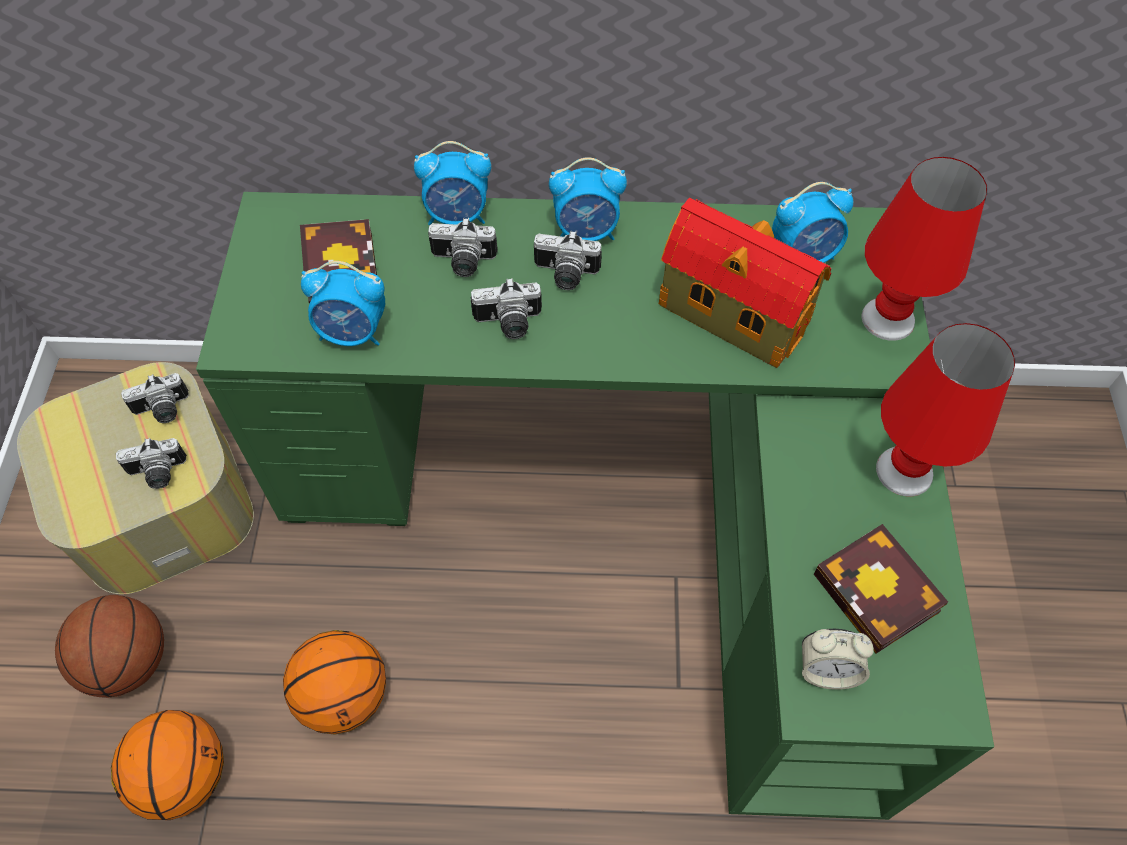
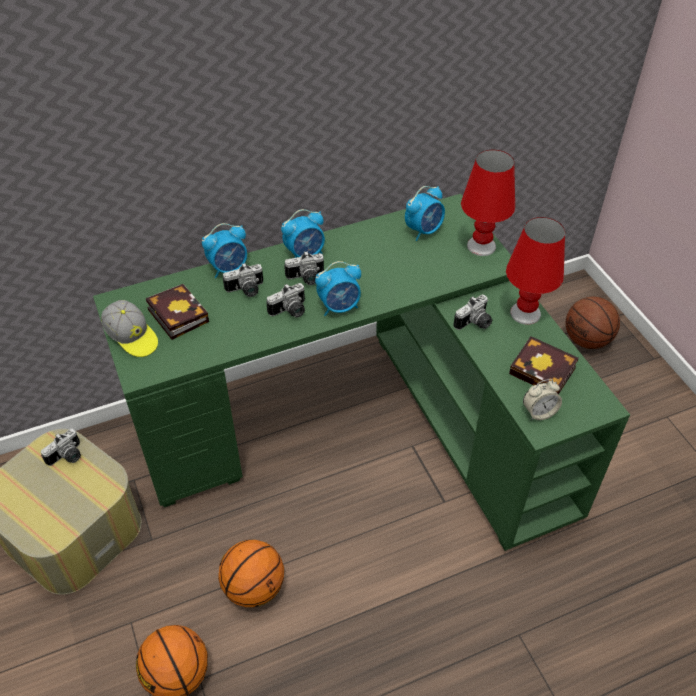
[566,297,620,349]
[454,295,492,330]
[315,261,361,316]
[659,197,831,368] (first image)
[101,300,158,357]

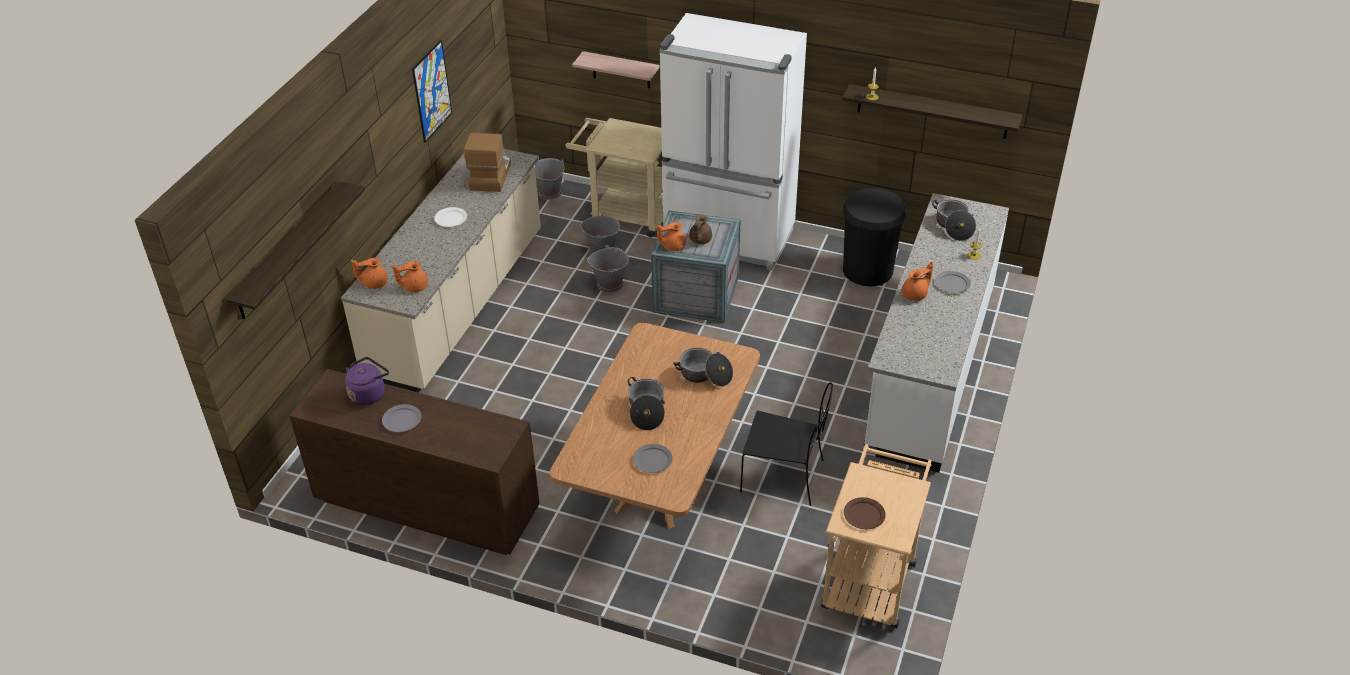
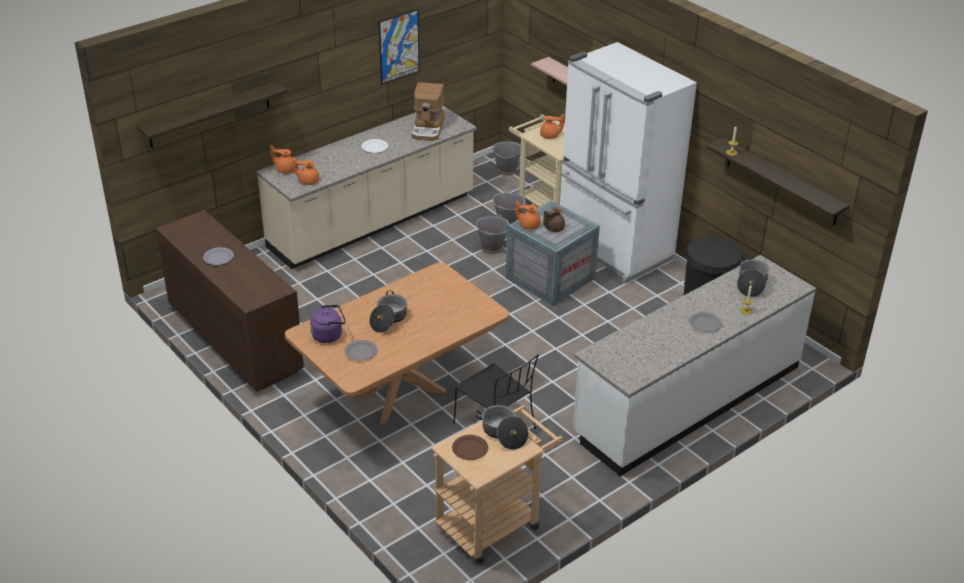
[310,305,346,343]
[412,82,444,141]
[476,405,529,450]
[540,114,565,139]

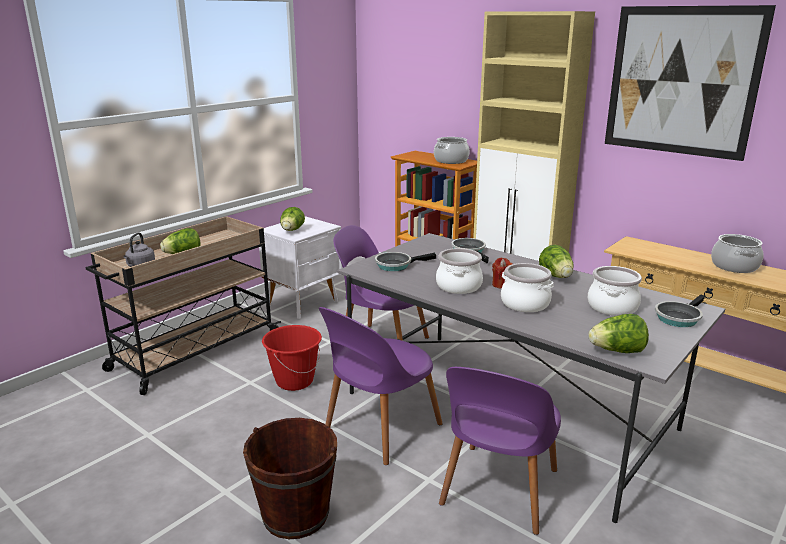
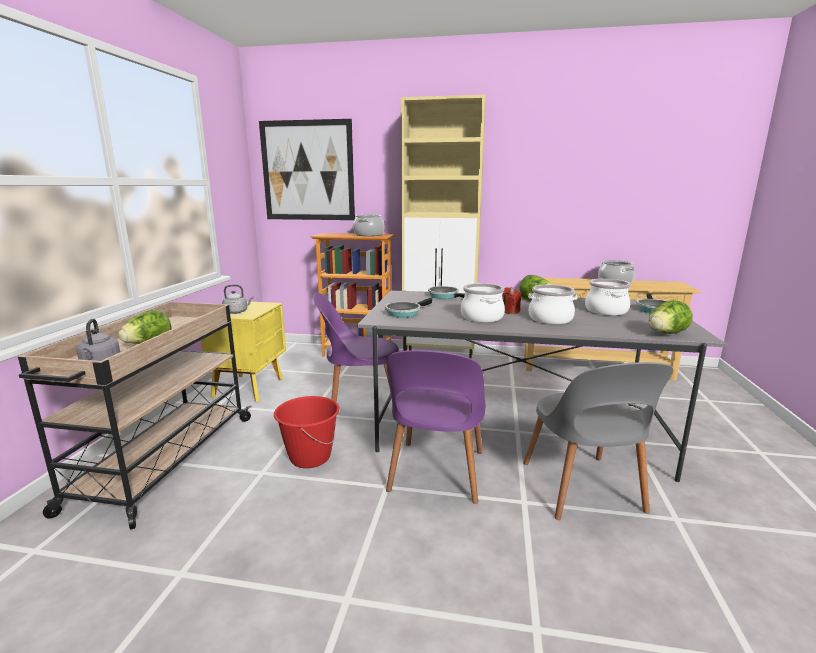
[243,418,337,539] (first image)
[201,301,286,402]
[222,284,253,314]
[523,362,673,520]
[259,119,355,220]

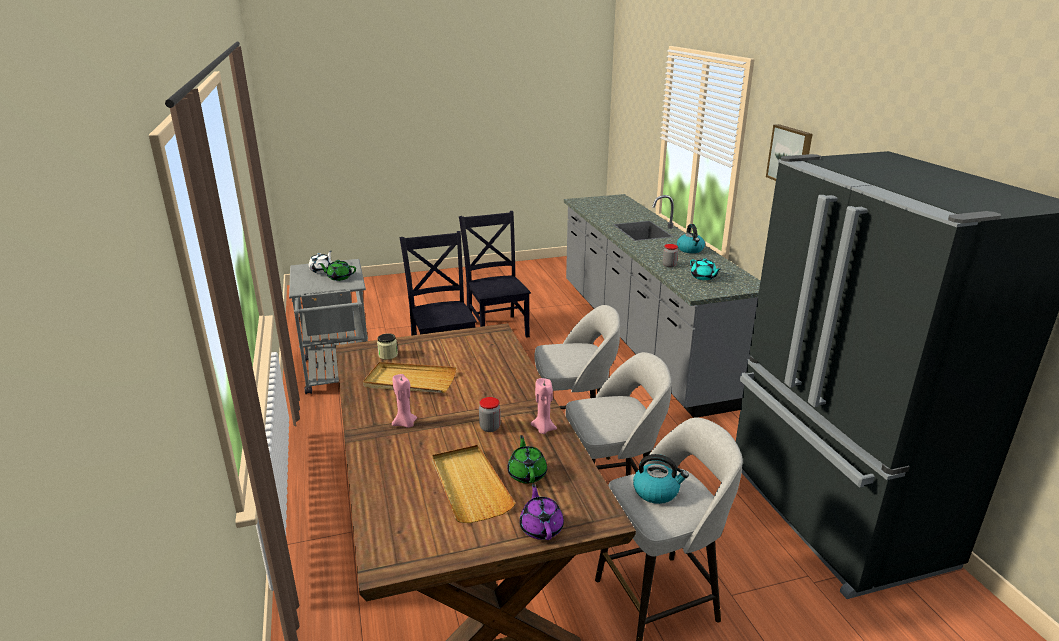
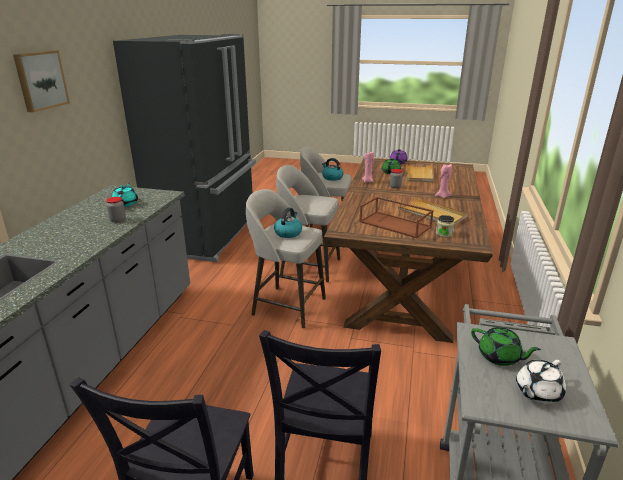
[274,207,302,238]
[359,197,434,238]

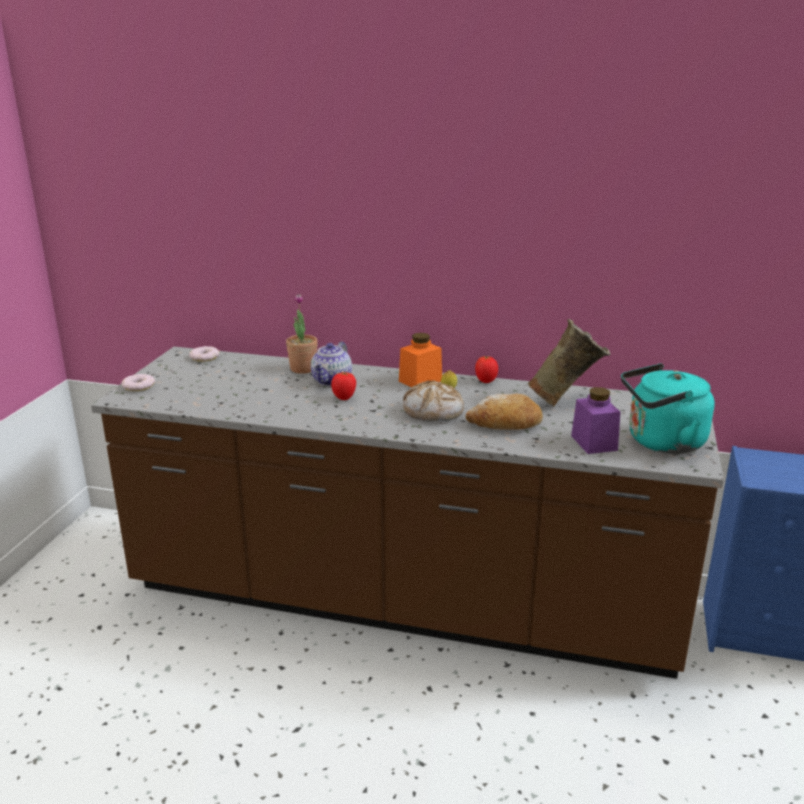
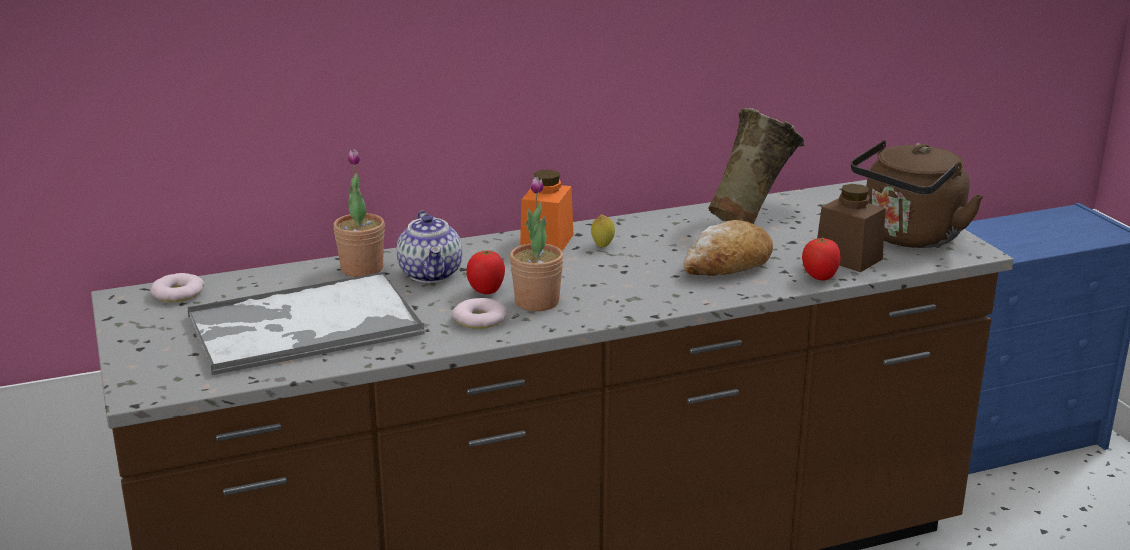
[452,298,507,329]
[403,380,464,421] (first image)
[802,238,841,281]
[817,184,885,272]
[851,140,984,248]
[187,272,425,375]
[510,177,564,311]

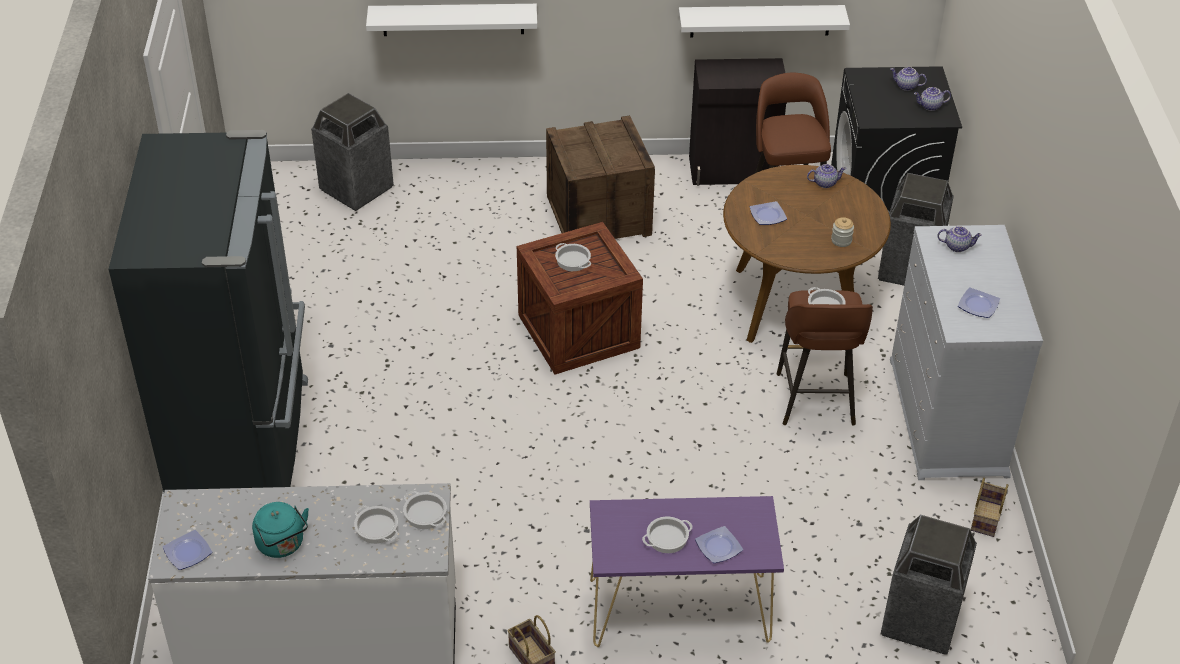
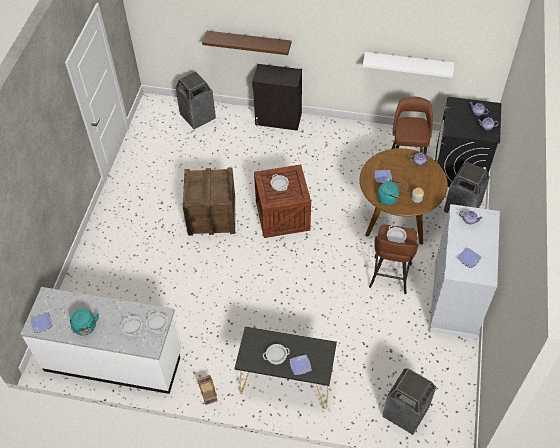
[109,130,308,492] (first image)
[202,31,291,55]
[183,167,235,236]
[234,326,337,409]
[252,64,302,131]
[971,478,1008,537] (first image)
[377,179,402,205]

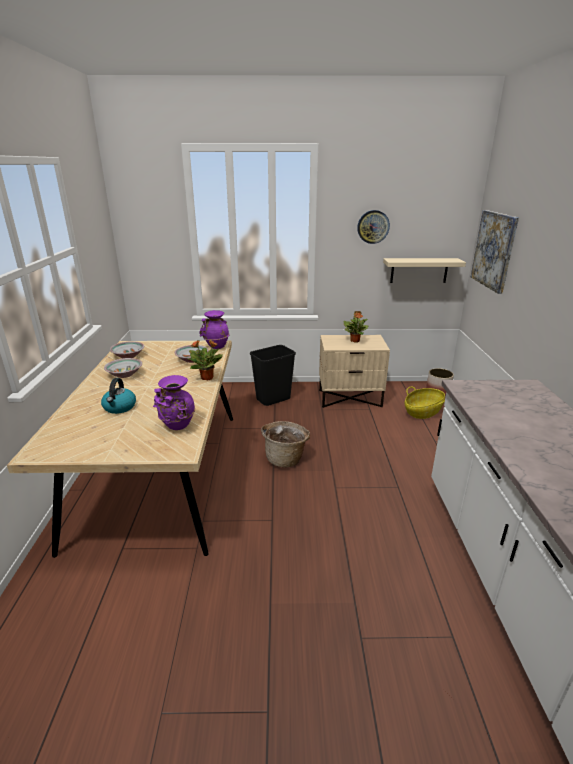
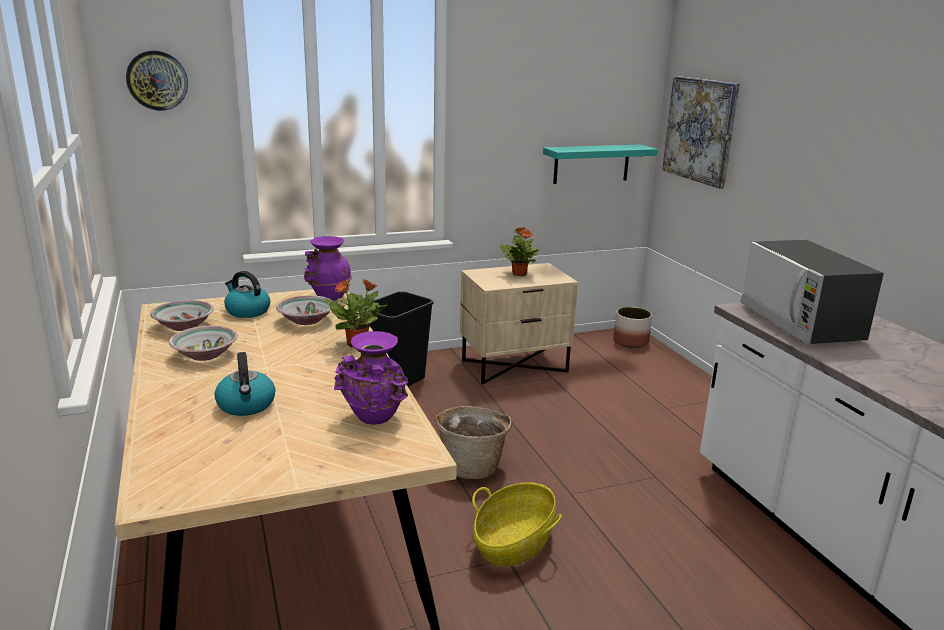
[126,51,188,111]
[543,144,658,184]
[472,482,562,566]
[224,271,270,318]
[740,240,884,344]

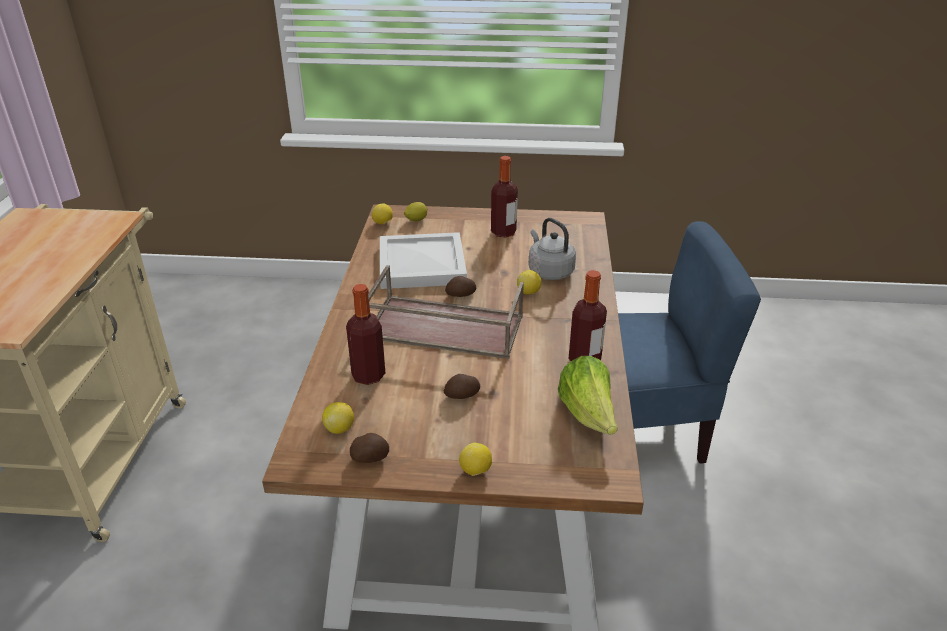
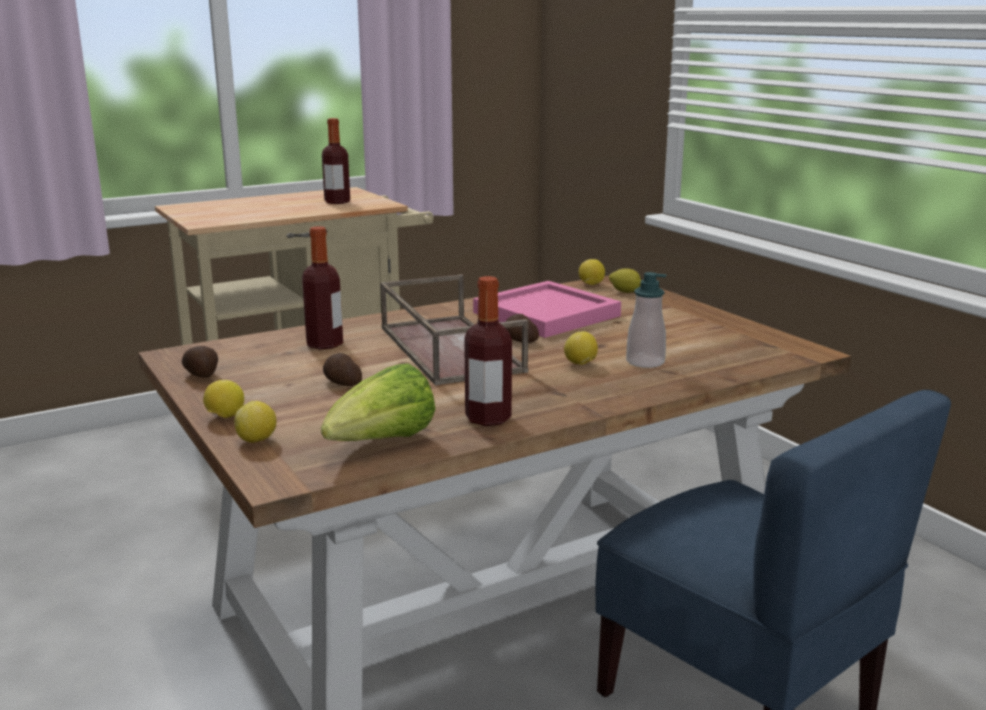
[234,401,276,443]
[473,281,621,338]
[322,118,350,204]
[626,272,667,368]

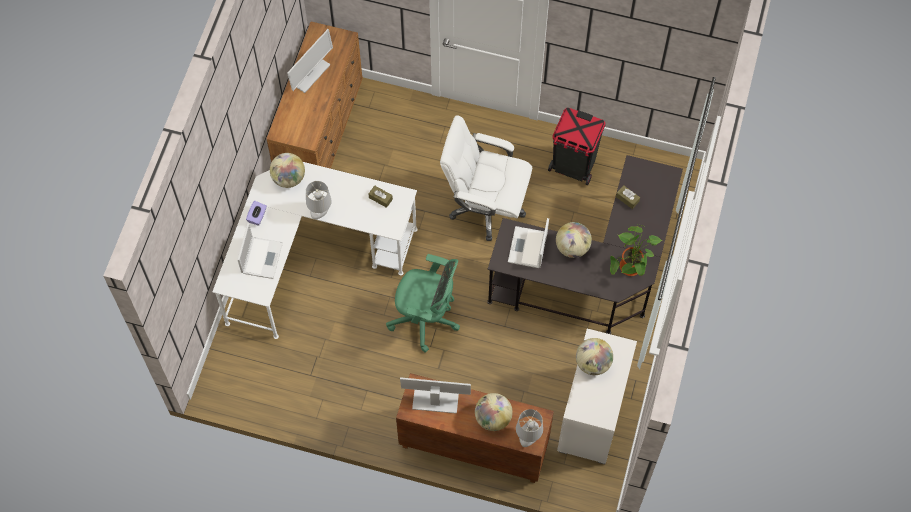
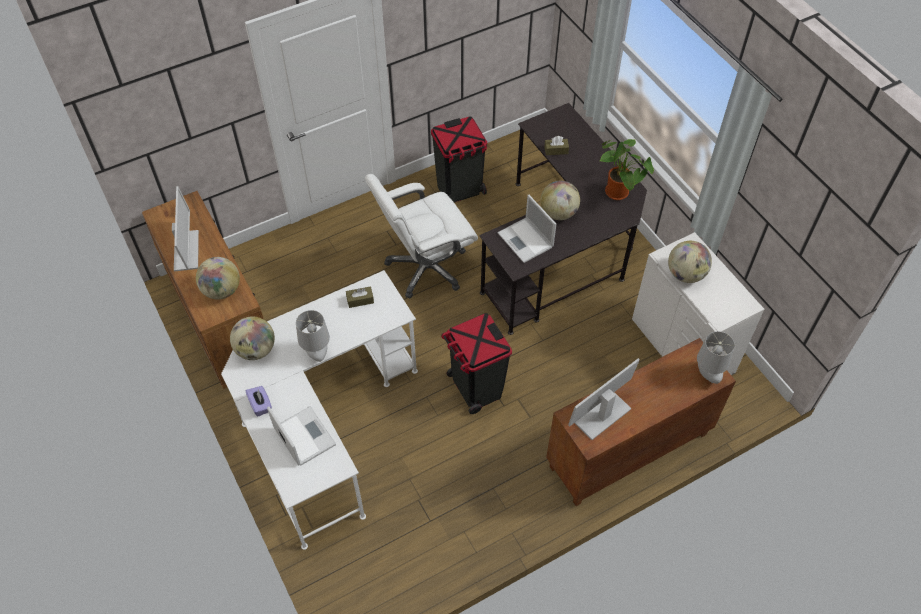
[441,313,512,414]
[196,257,240,299]

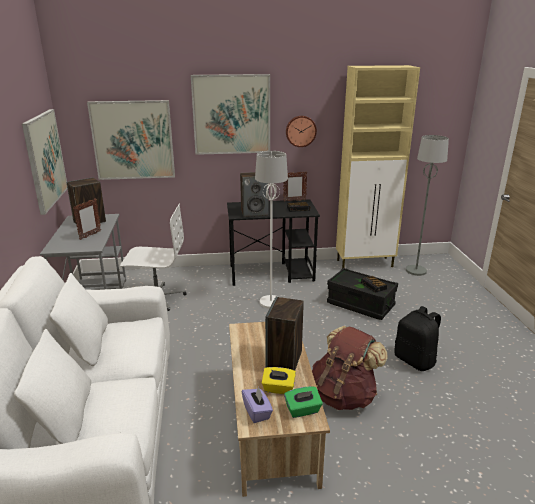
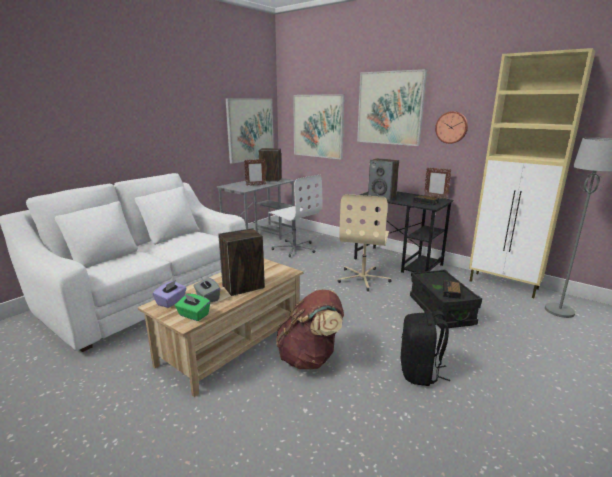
[338,194,391,291]
[193,277,220,303]

